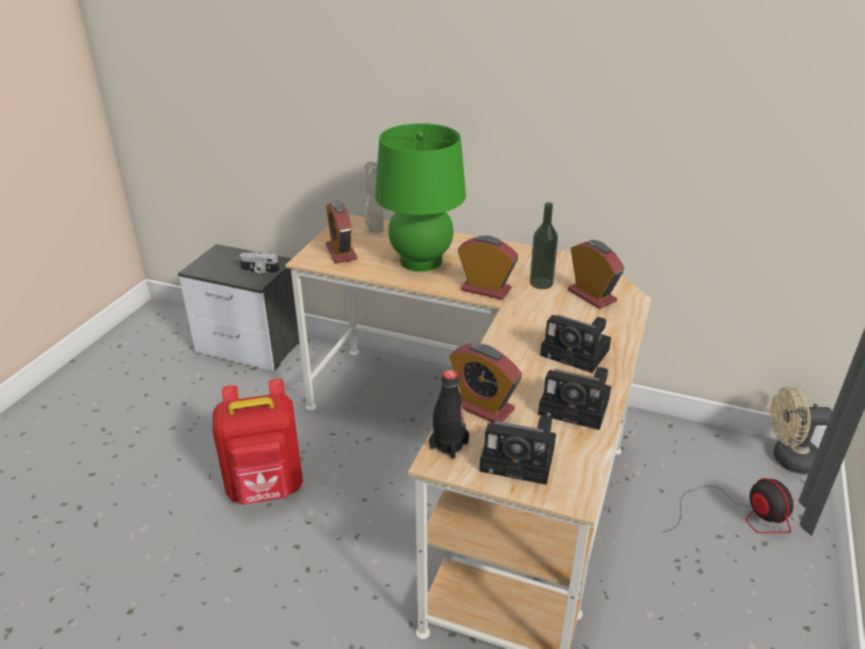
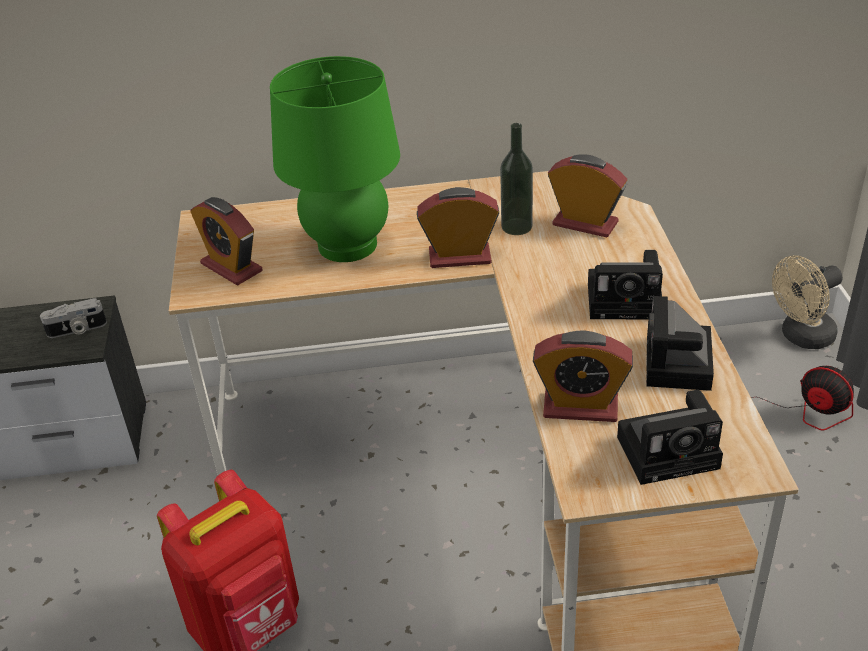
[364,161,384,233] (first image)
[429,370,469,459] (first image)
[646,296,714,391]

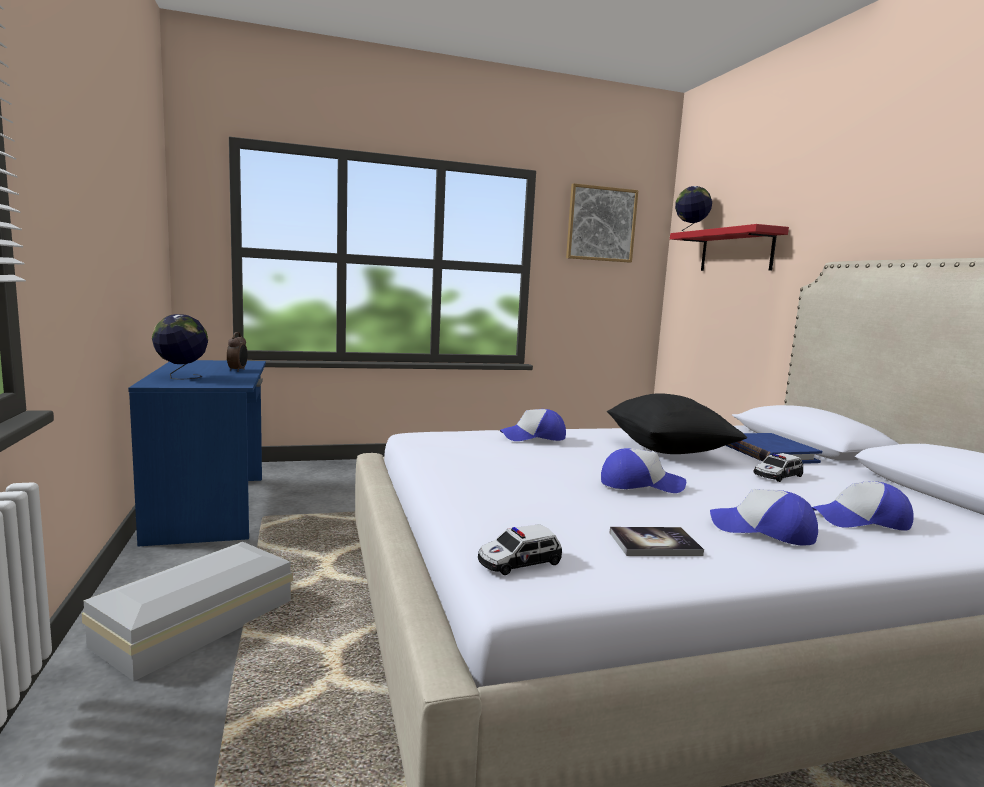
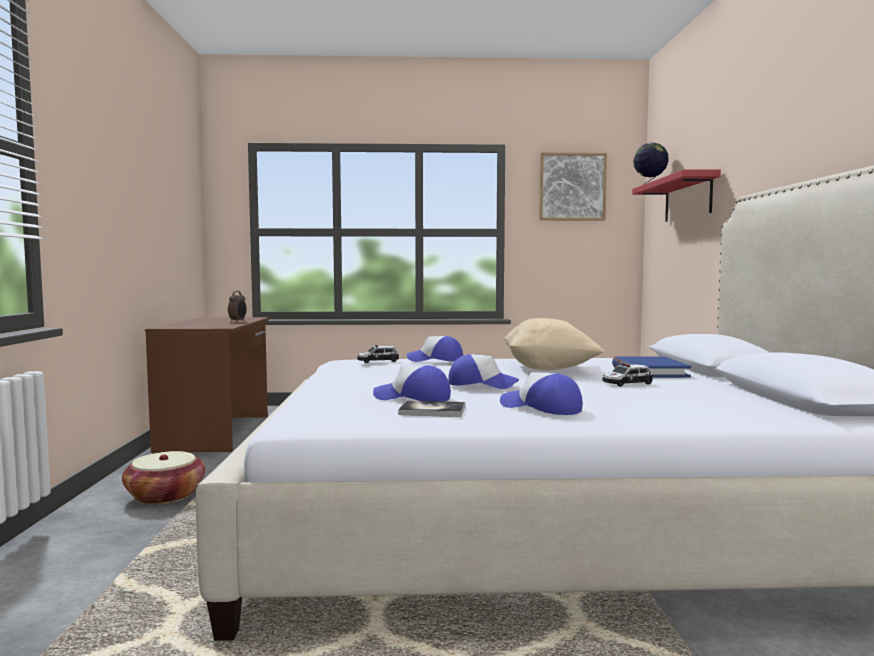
[122,451,205,505]
[145,317,269,453]
[152,314,208,380] (first image)
[357,344,399,363]
[504,318,605,370]
[373,365,451,401]

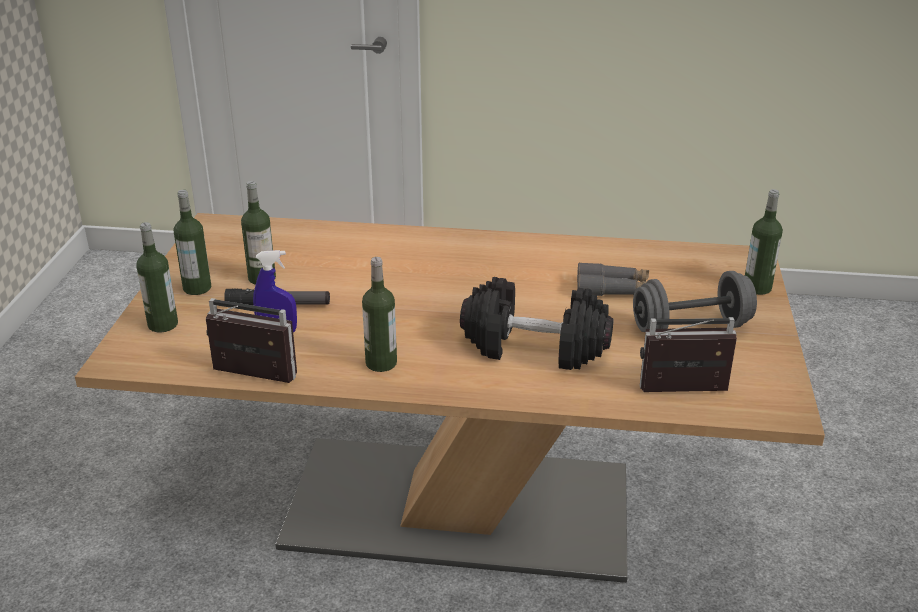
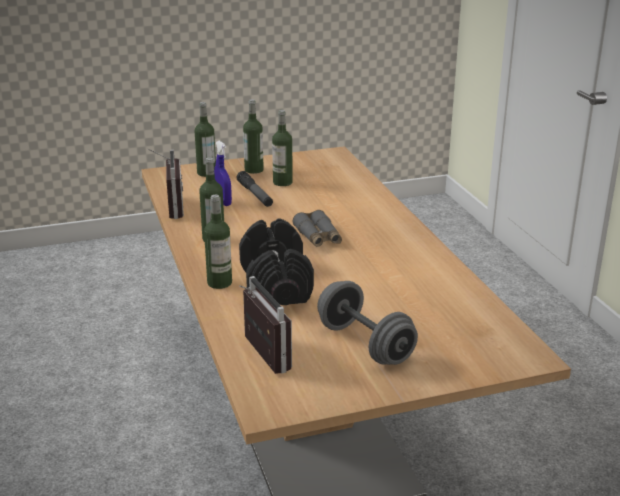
[293,210,342,247]
[204,195,232,289]

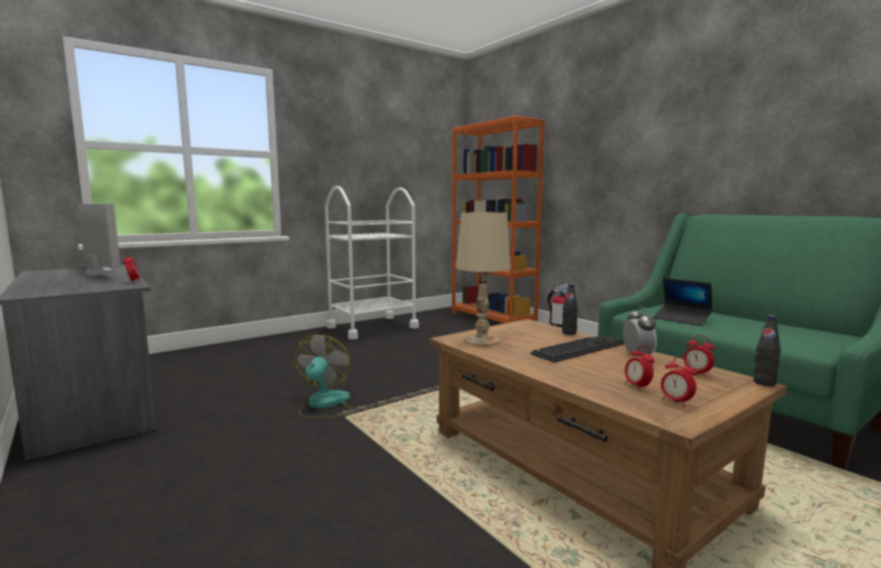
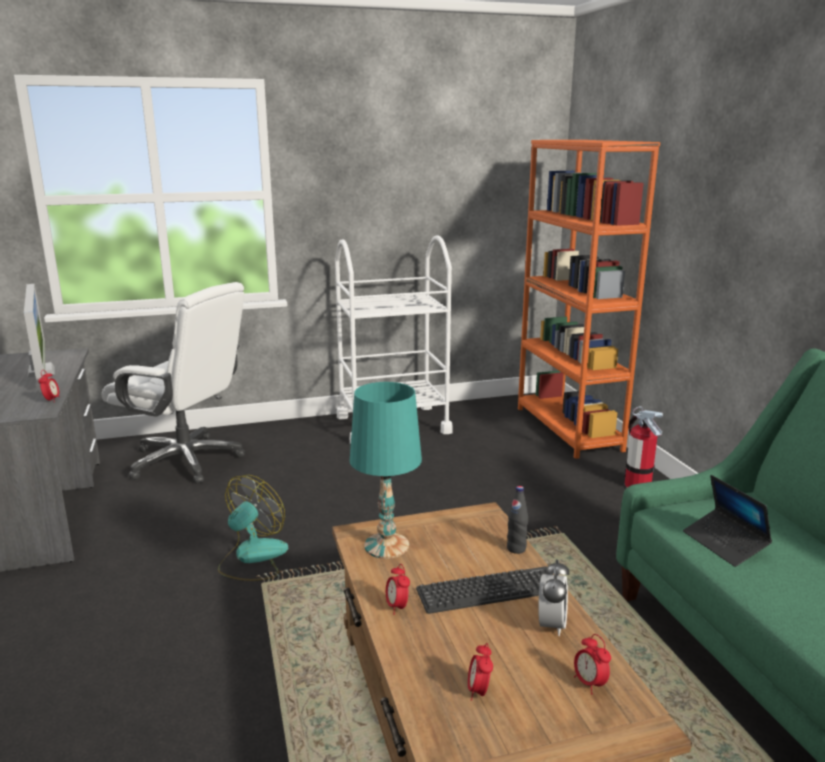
[350,382,422,559]
[386,564,410,615]
[753,315,781,386] (first image)
[102,282,245,484]

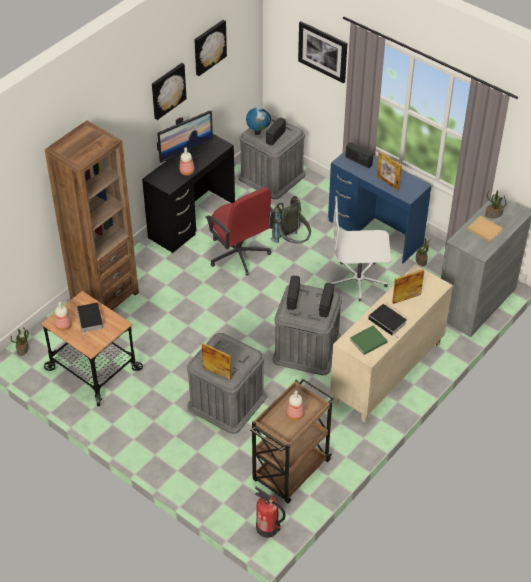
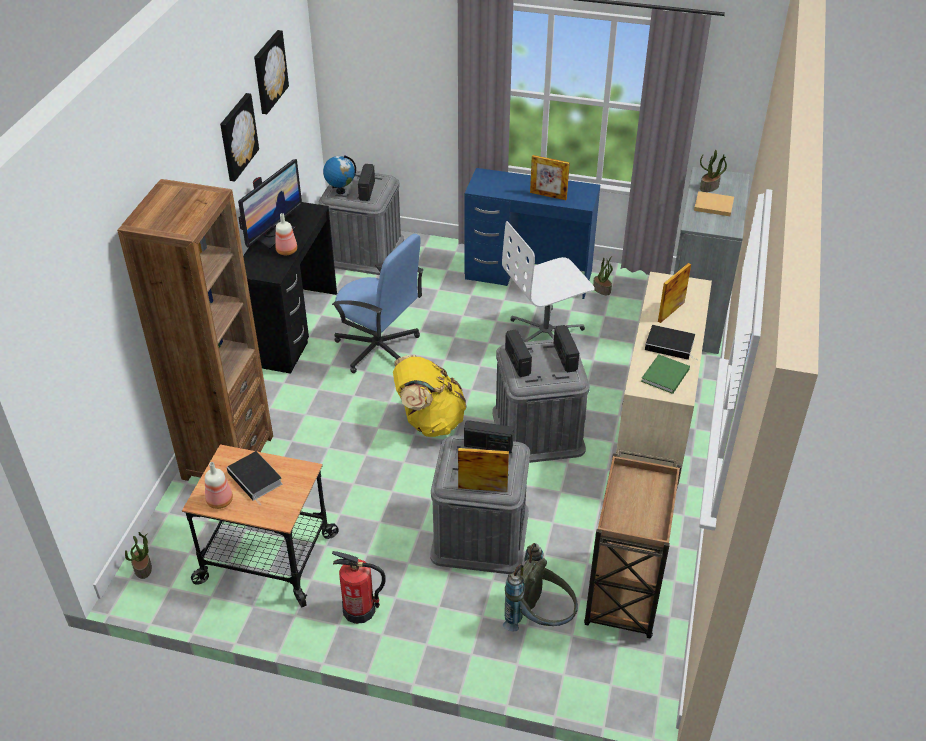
[332,234,424,373]
[332,551,386,624]
[503,543,578,631]
[286,390,305,420] (first image)
[298,21,347,83] (first image)
[464,420,514,453]
[393,355,467,437]

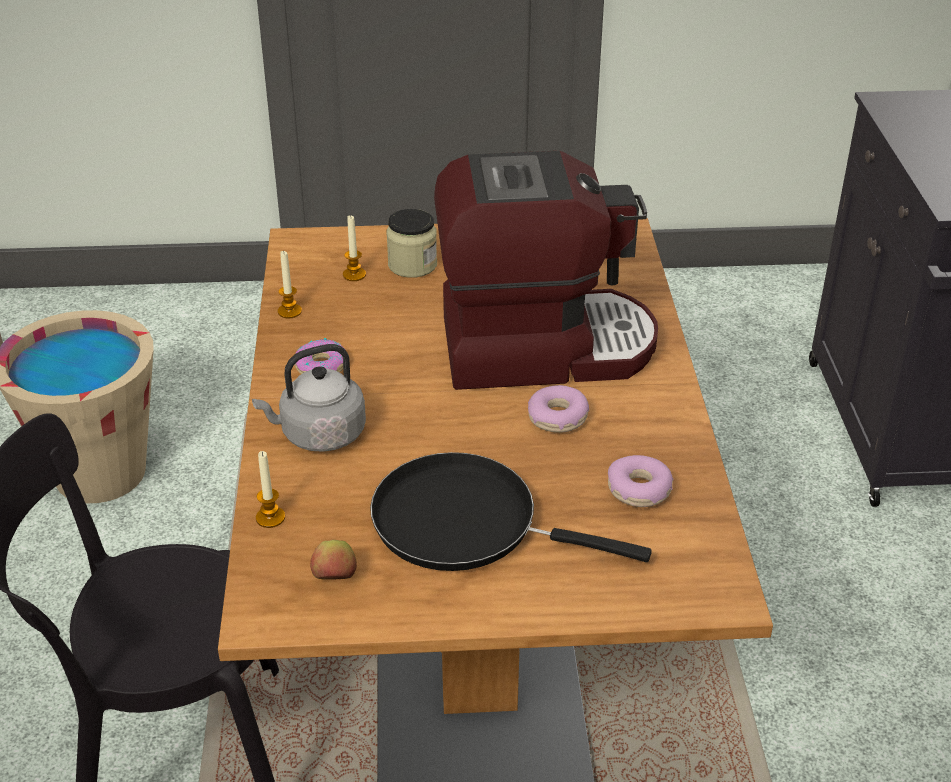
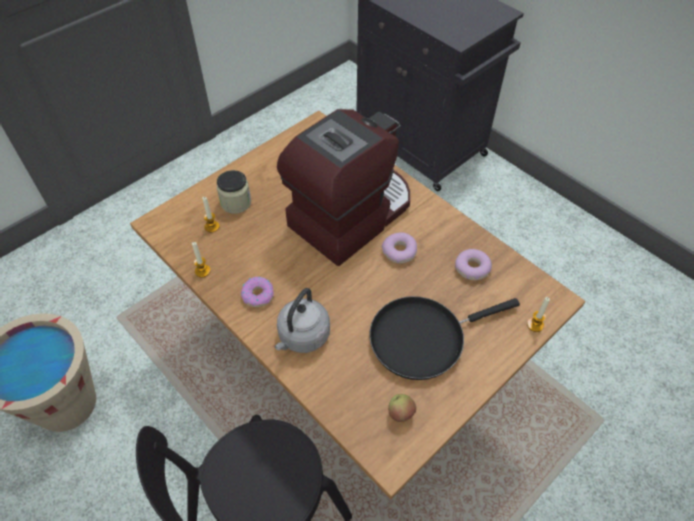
[527,297,550,332]

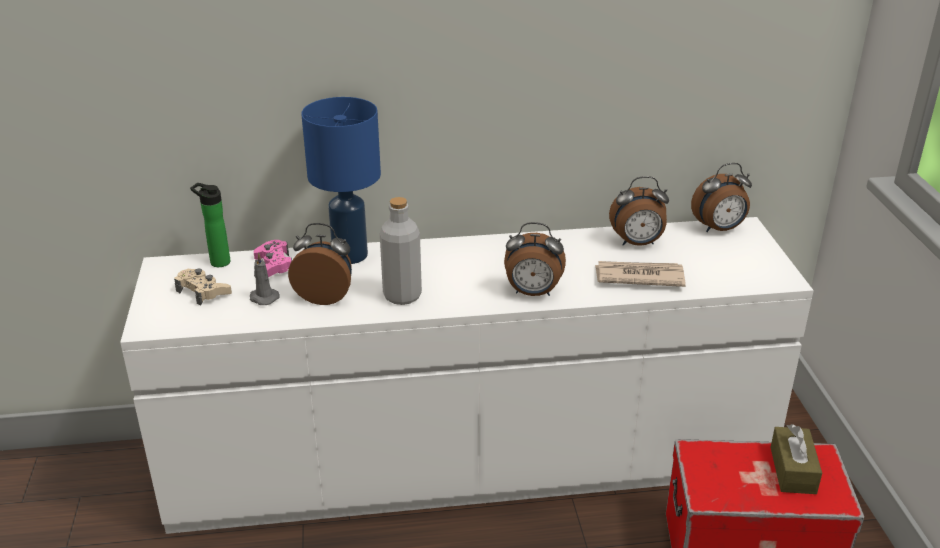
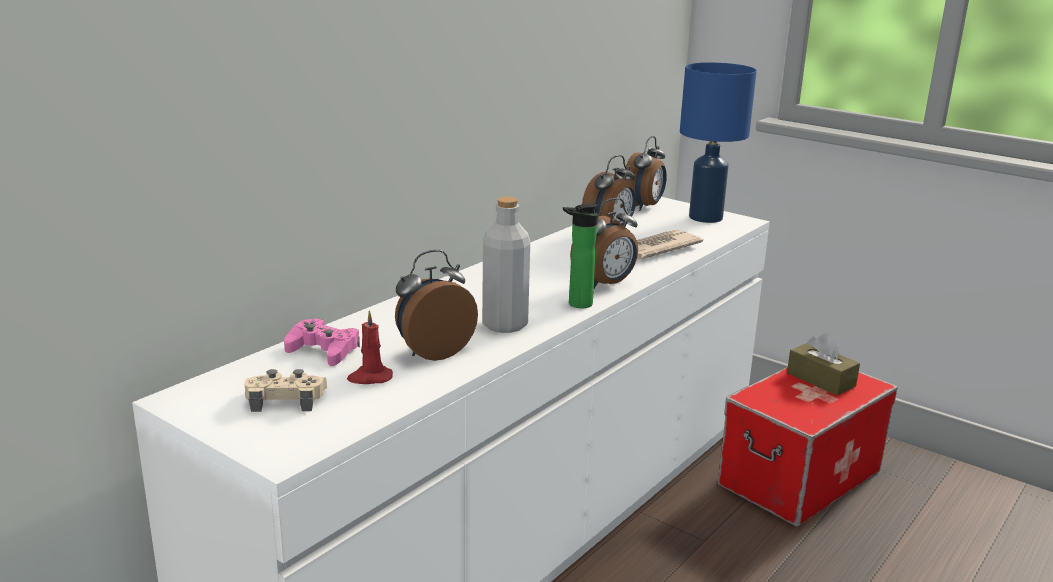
[563,203,598,308]
[347,310,393,384]
[680,62,757,223]

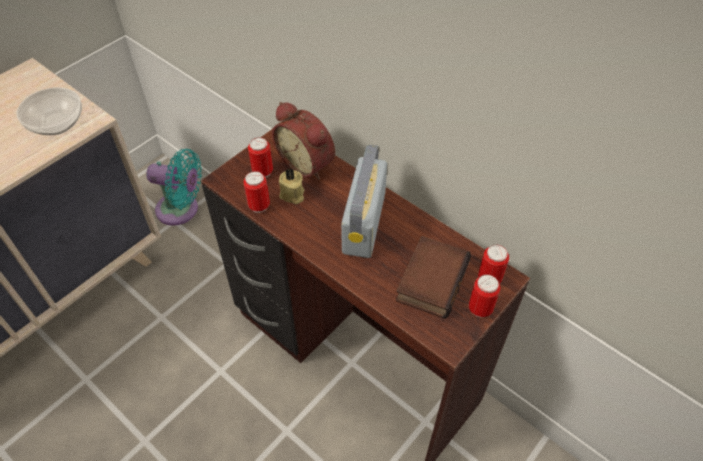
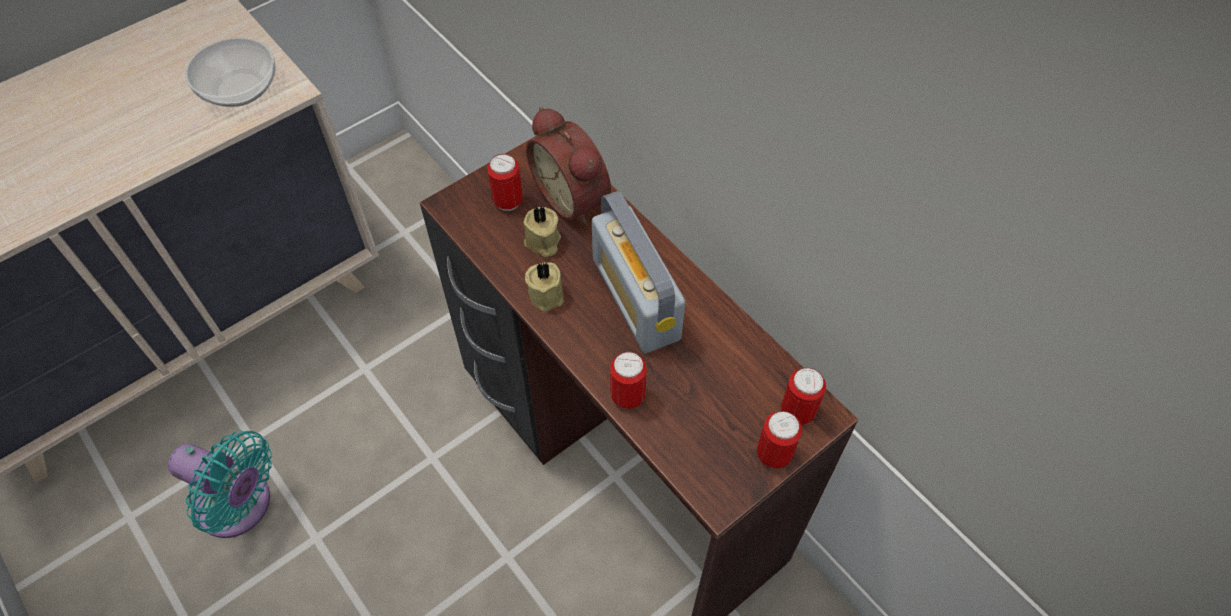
[168,431,272,538]
[610,352,647,409]
[592,191,685,353]
[396,236,471,319] (first image)
[525,262,564,312]

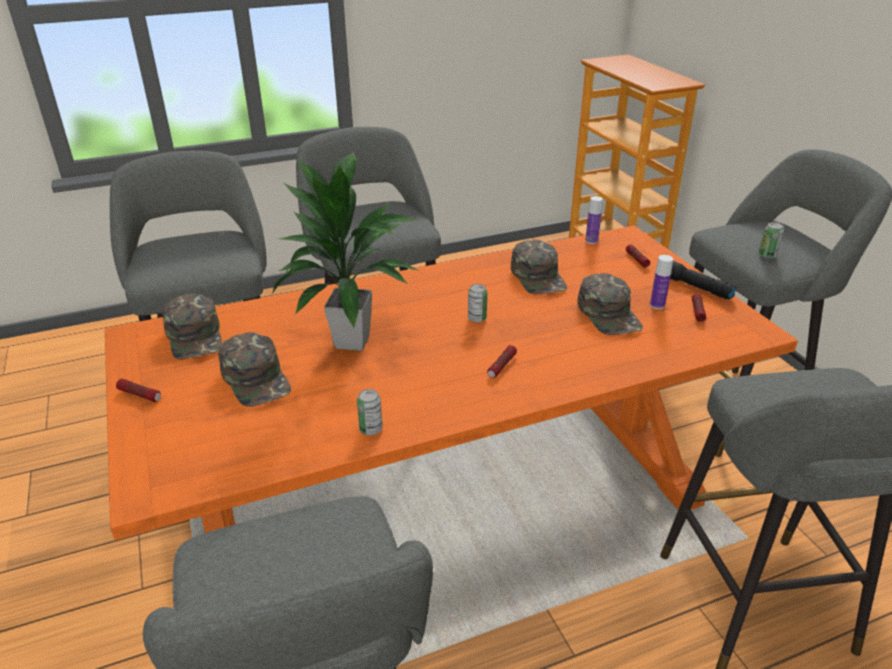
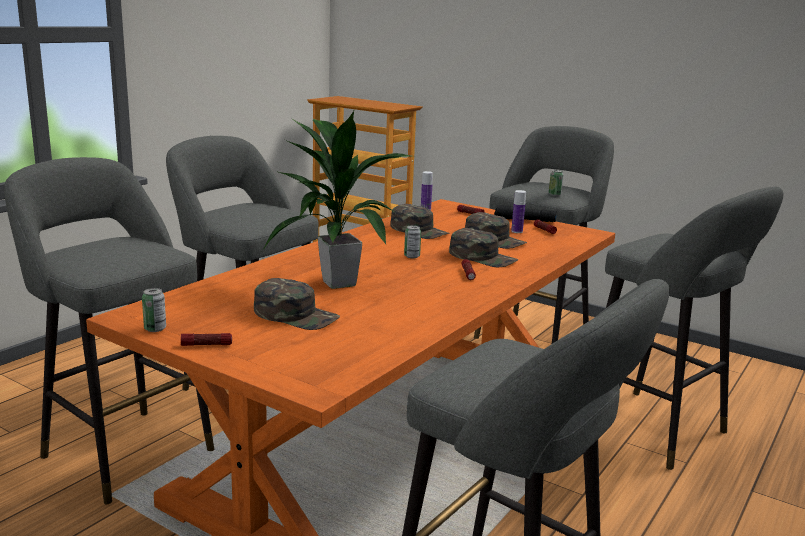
[449,228,518,267]
[142,288,166,332]

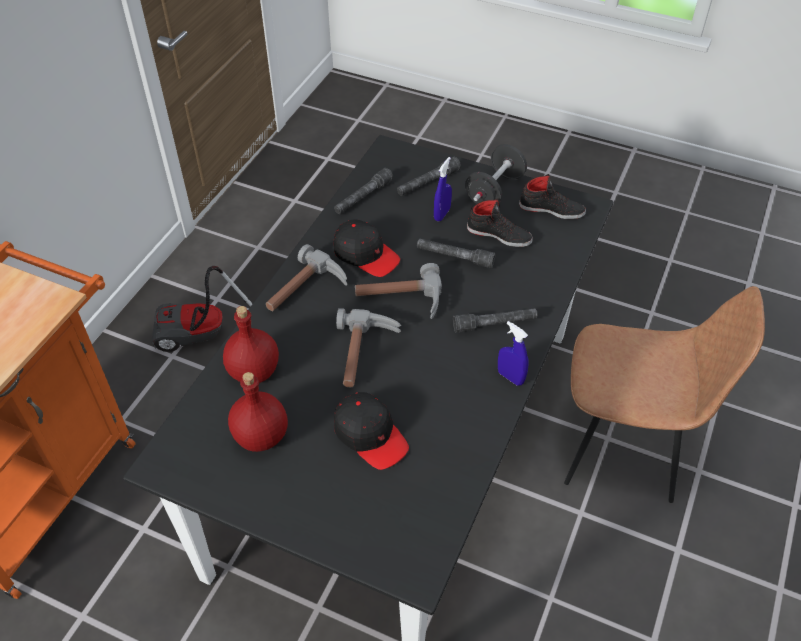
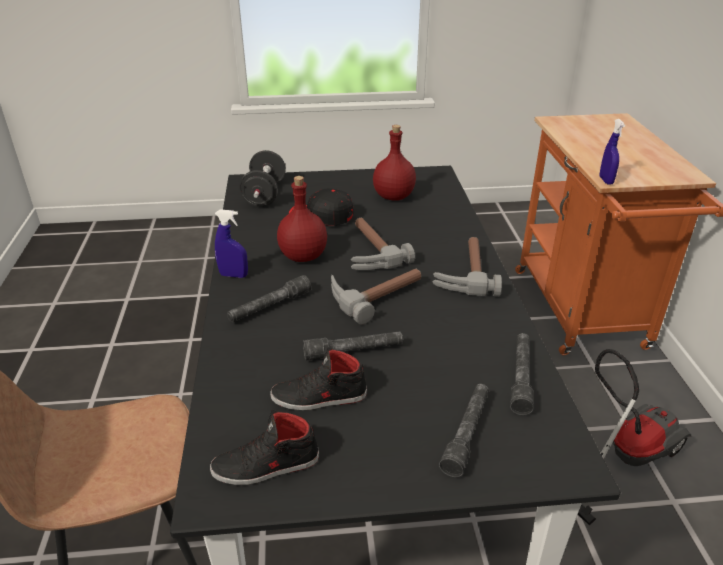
[277,176,327,262]
[334,219,400,277] (first image)
[599,119,625,185]
[239,150,286,207]

